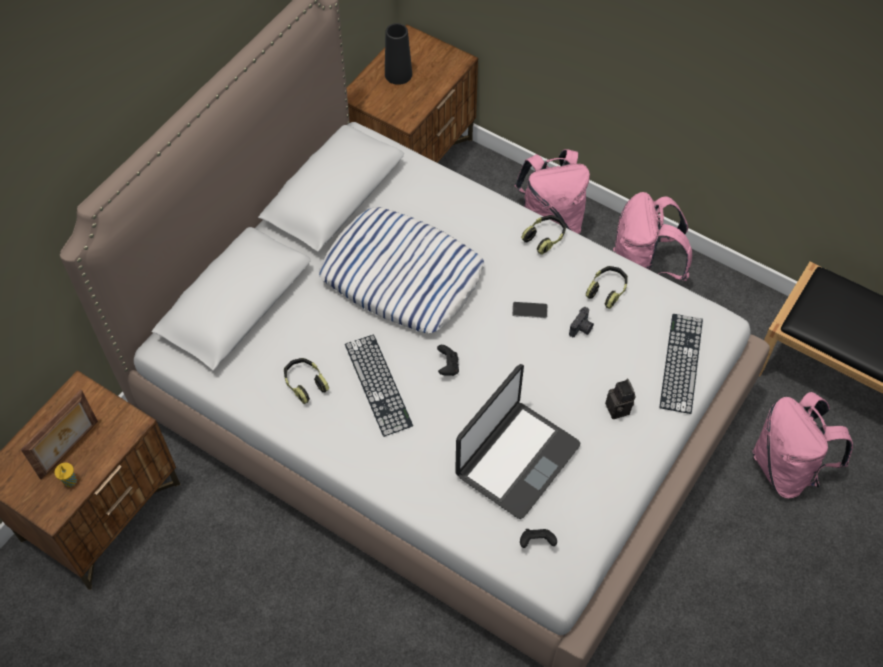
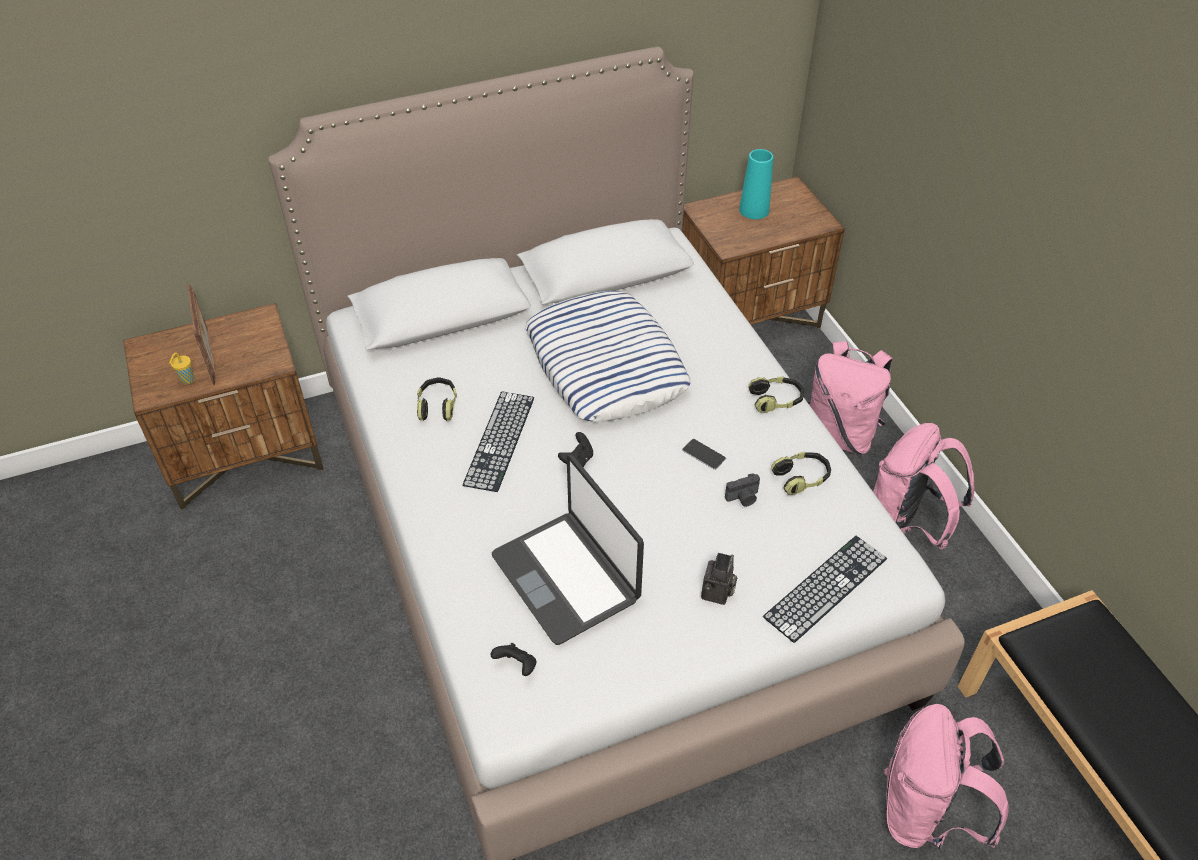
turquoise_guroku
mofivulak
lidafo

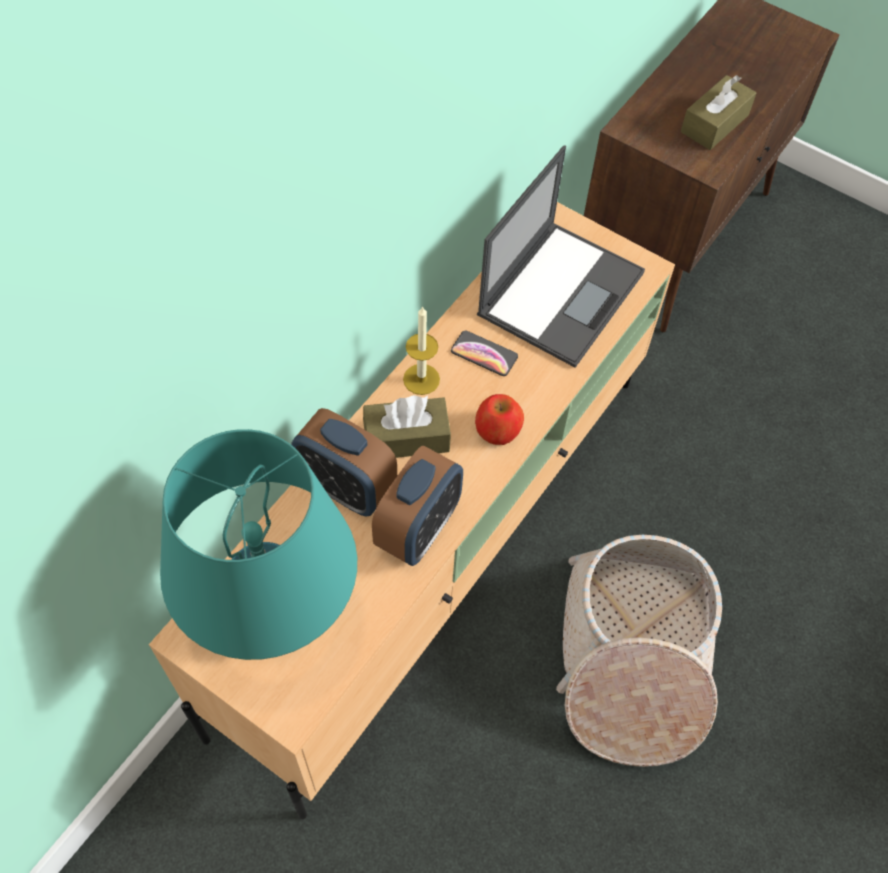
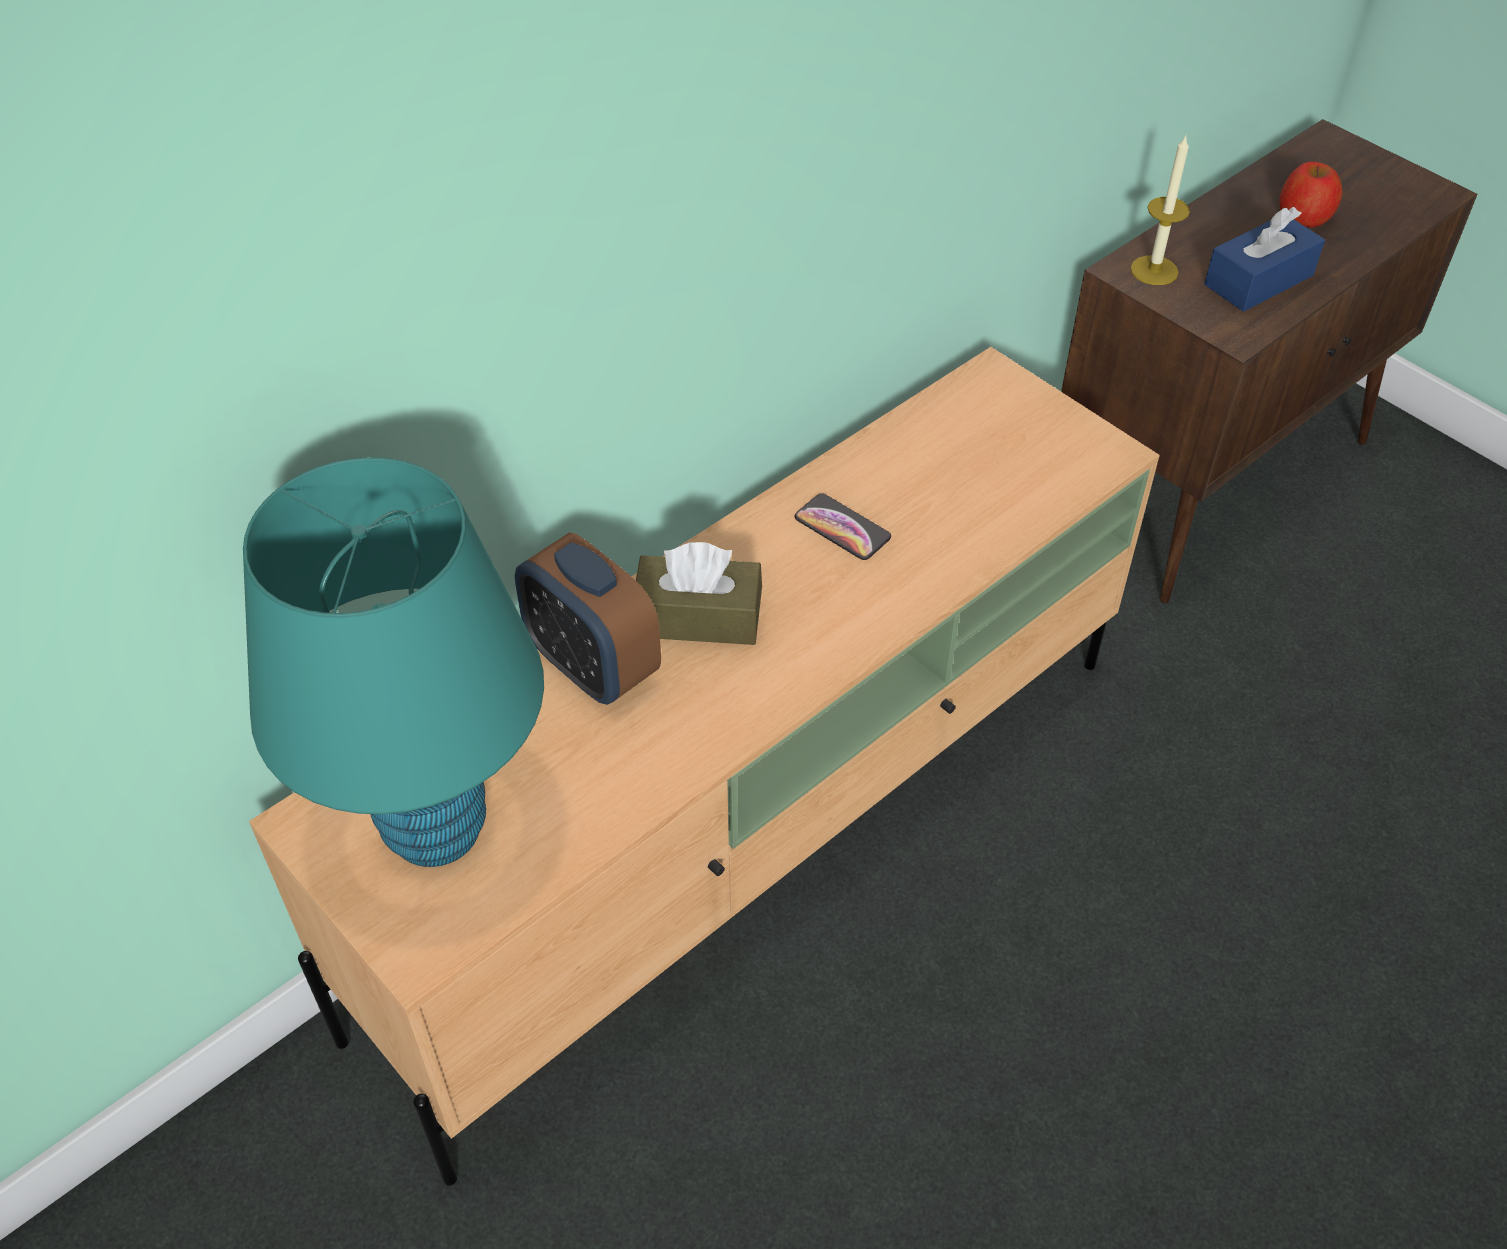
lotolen (2nd from left in the first image)
lidafo
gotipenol
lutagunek
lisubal
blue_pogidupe

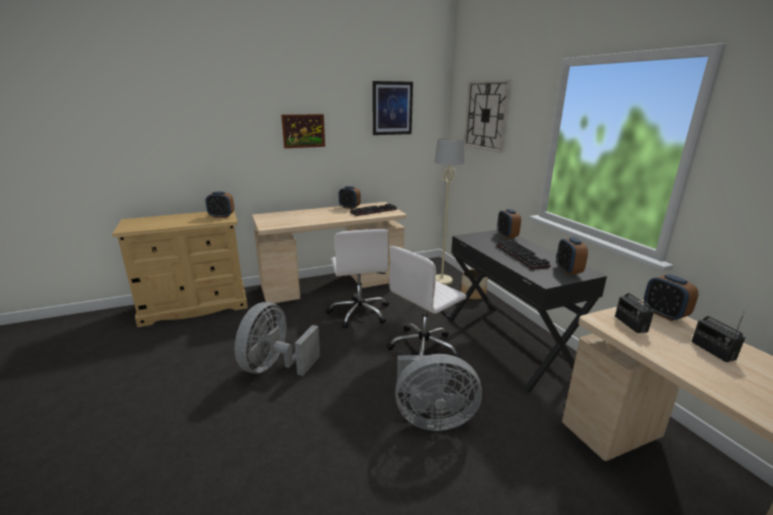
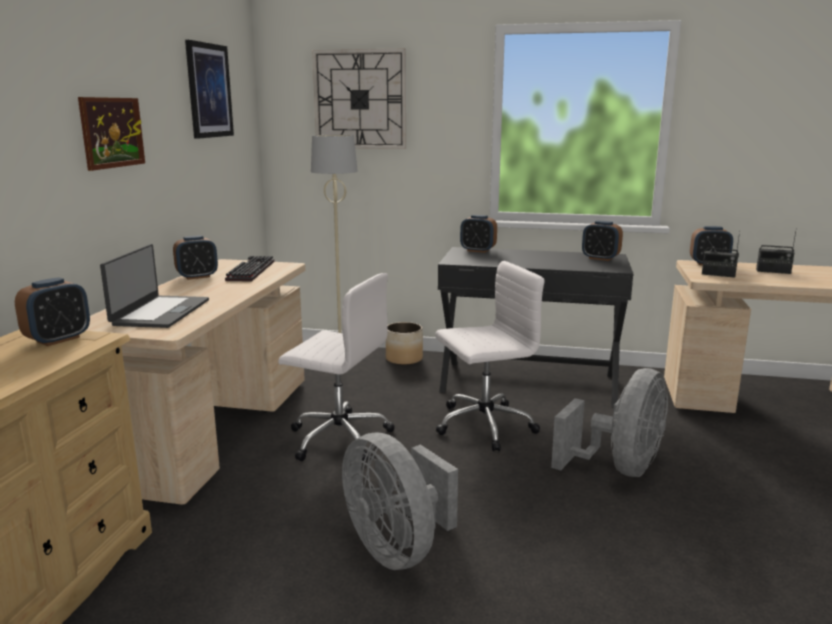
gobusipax (2nd from left in the first image)
lidafo
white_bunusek (2nd from left)

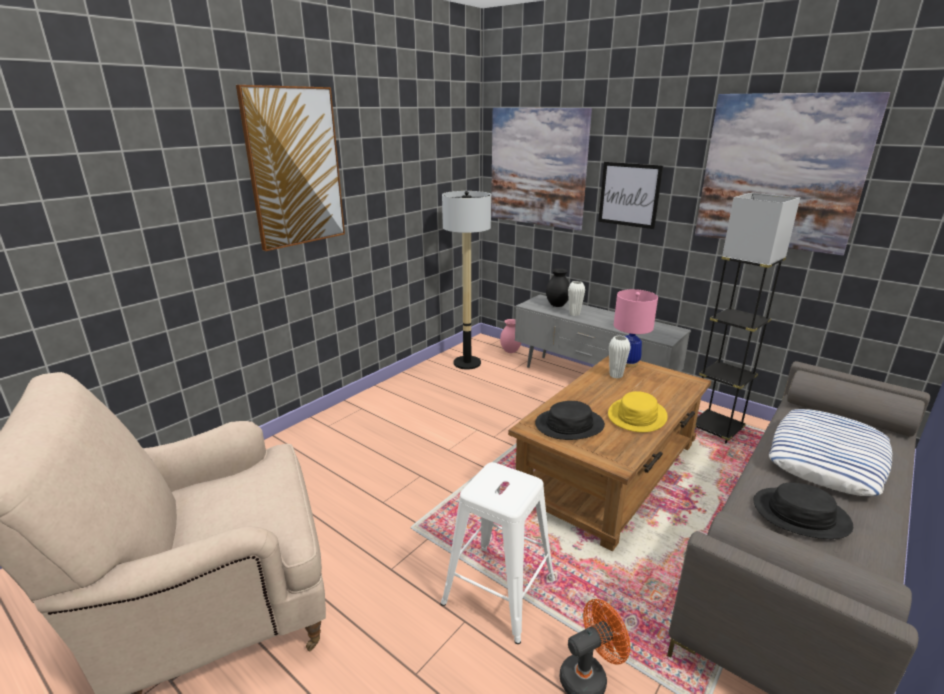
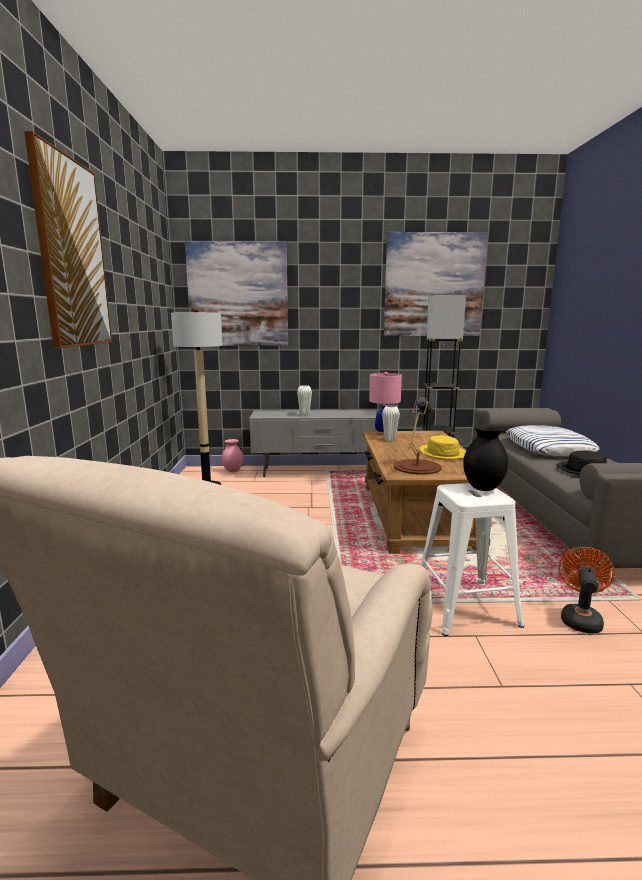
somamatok (3rd from left in the first image)
black_guroku
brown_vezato

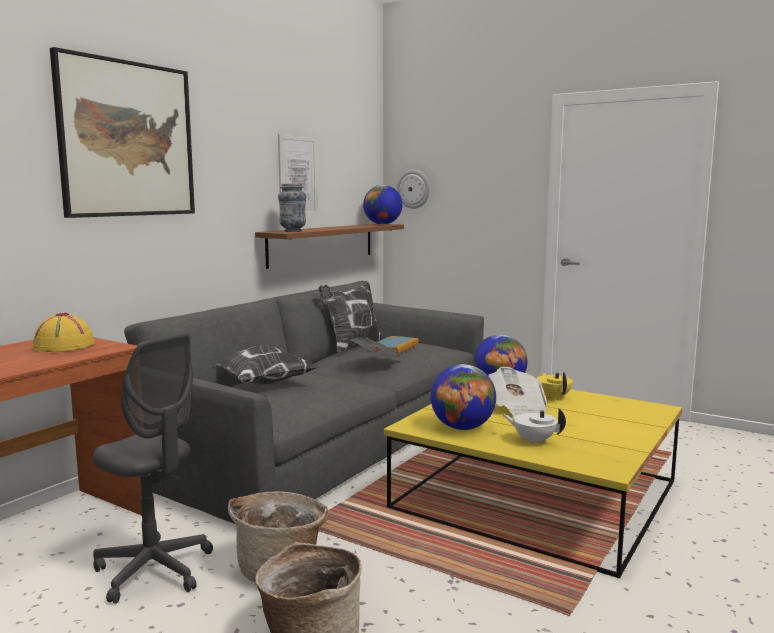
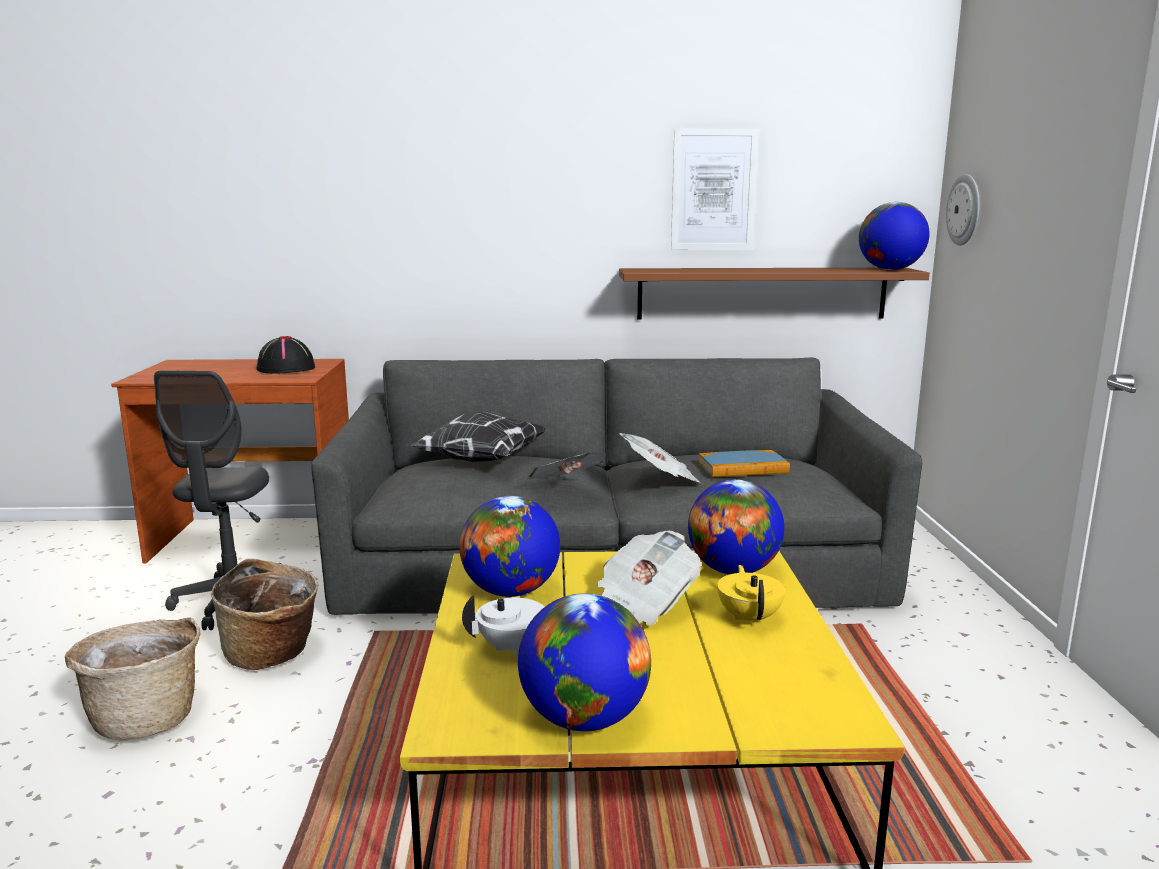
somamatok (1st from left in the first image)
guroku
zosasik (2nd from left in the first image)
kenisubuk (2nd from left)
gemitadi (1st from left)
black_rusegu
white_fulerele
yellow_fulerele

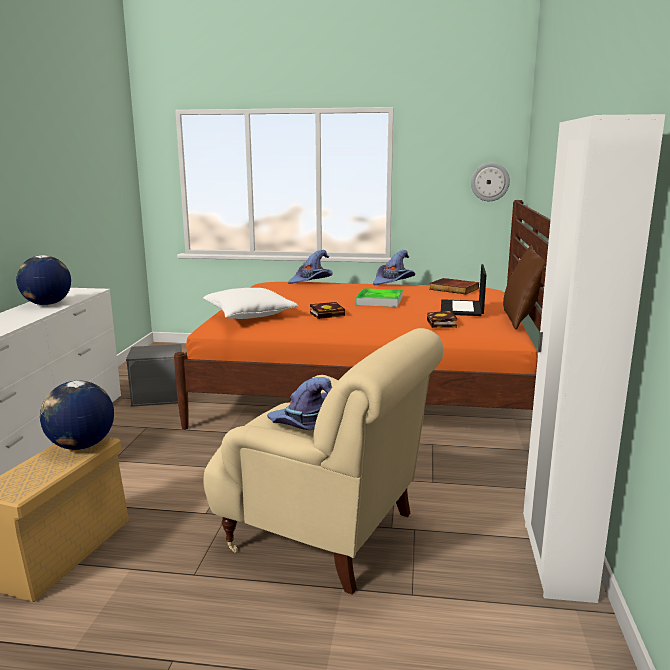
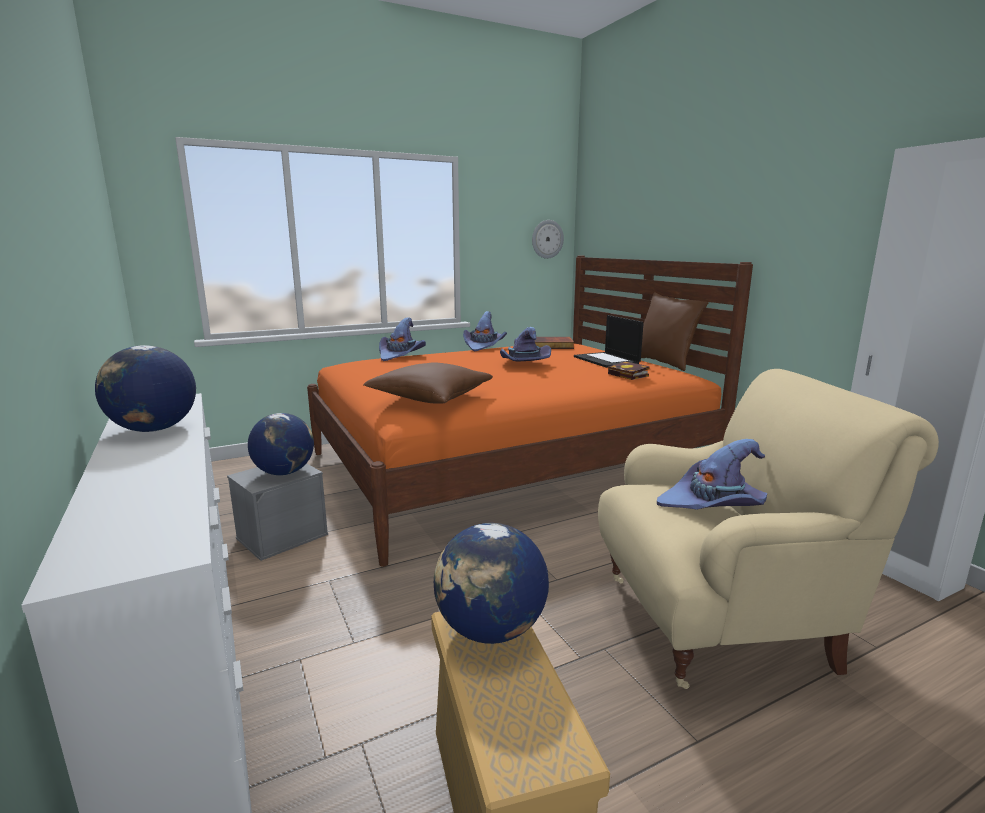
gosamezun (1st from left in the first image)
kenisubuk (2nd from left)
purple_rusegu (3rd from left)
brown_zosasik (1st from left)

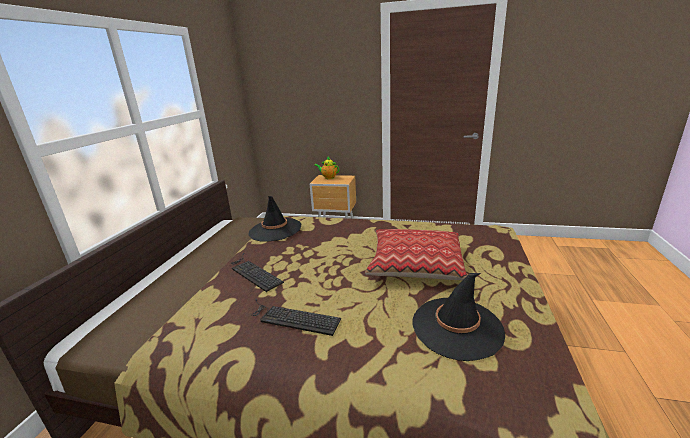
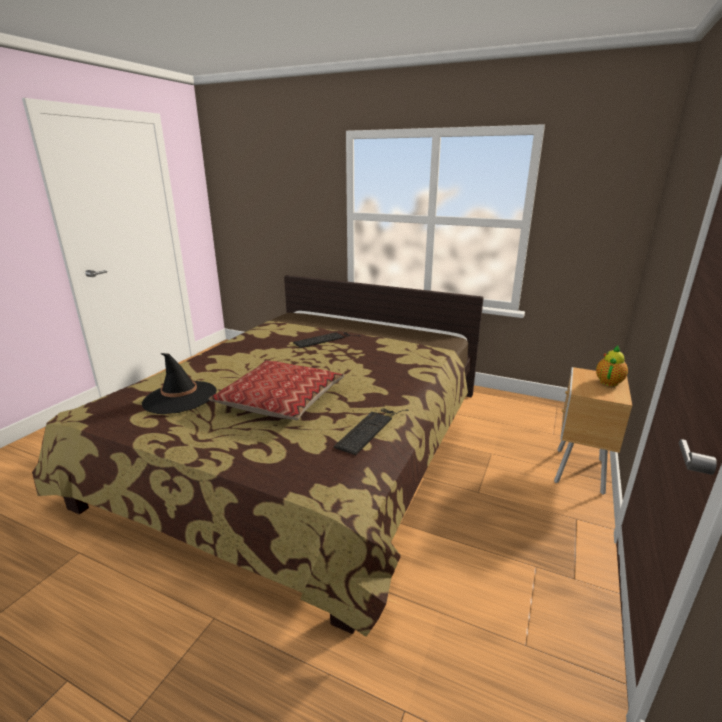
black_rusegu (1st from left in the first image)
gobusipax (2nd from left)

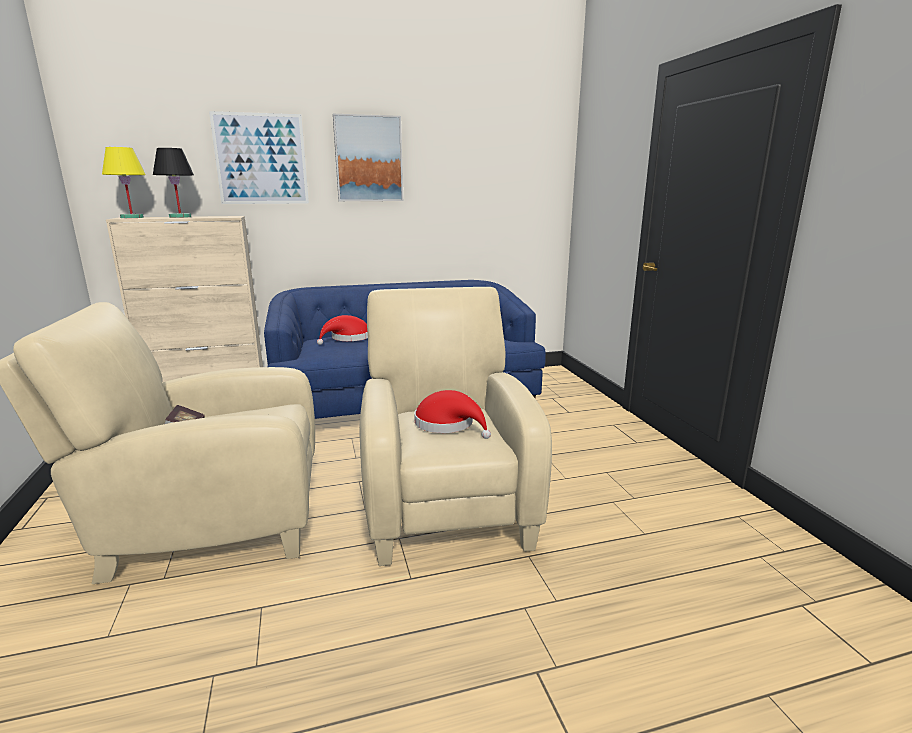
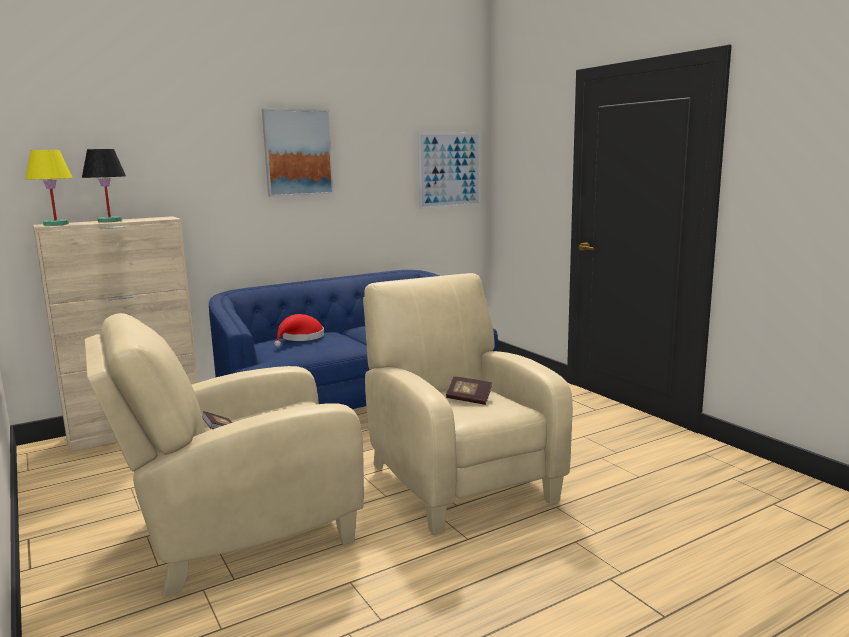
somamatok (2nd from left)
gosamezun (2nd from left)

